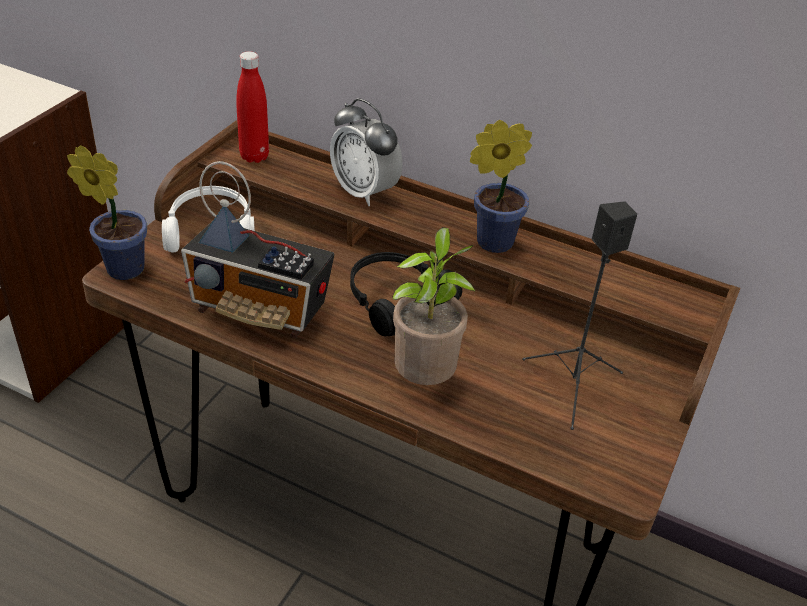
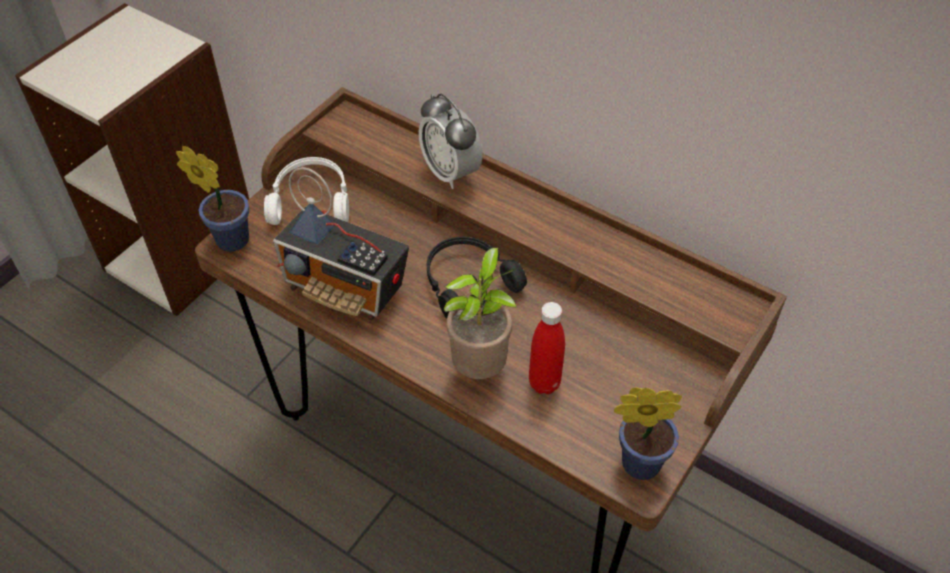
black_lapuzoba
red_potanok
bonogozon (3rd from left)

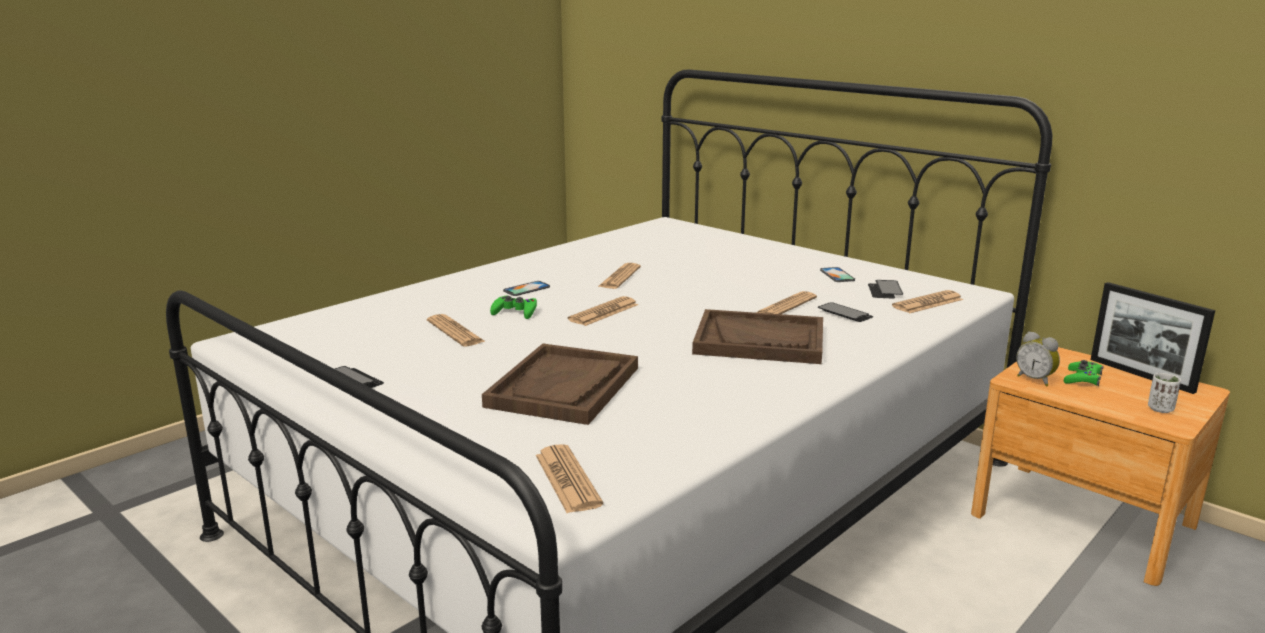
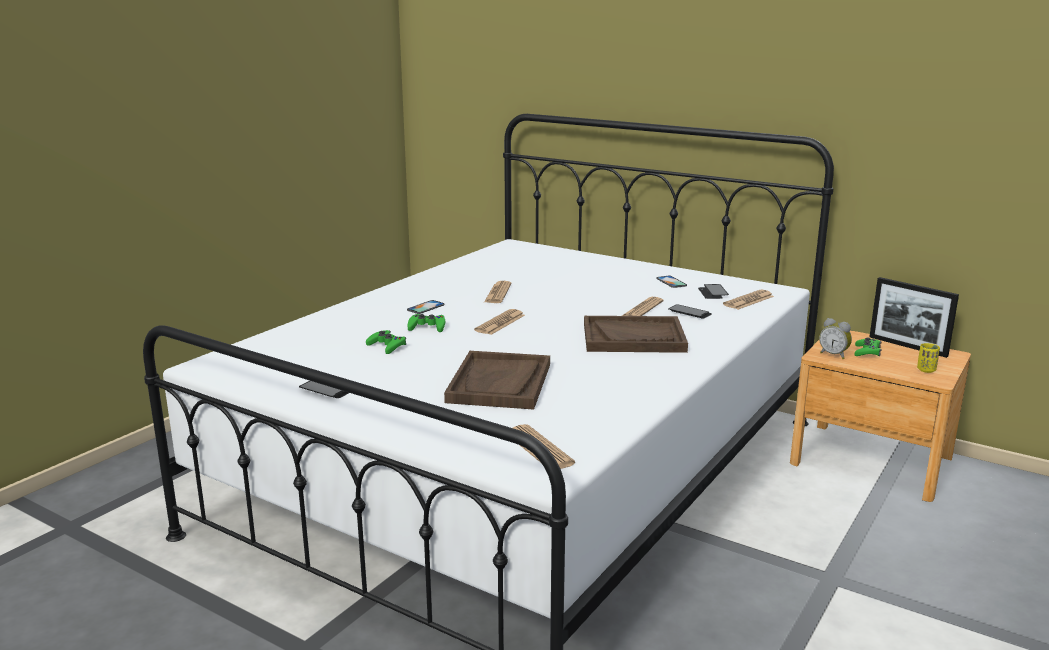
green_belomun (1st from left)
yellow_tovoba

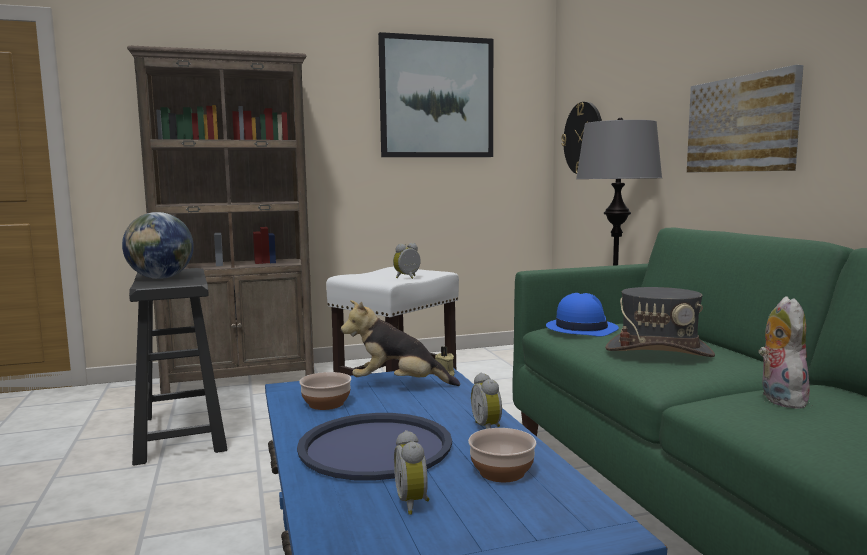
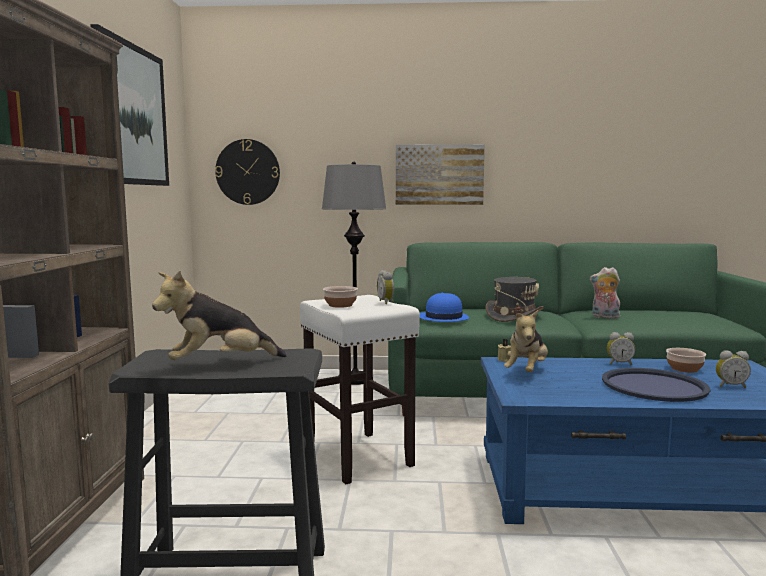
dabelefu (1st from left)
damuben (1st from left)

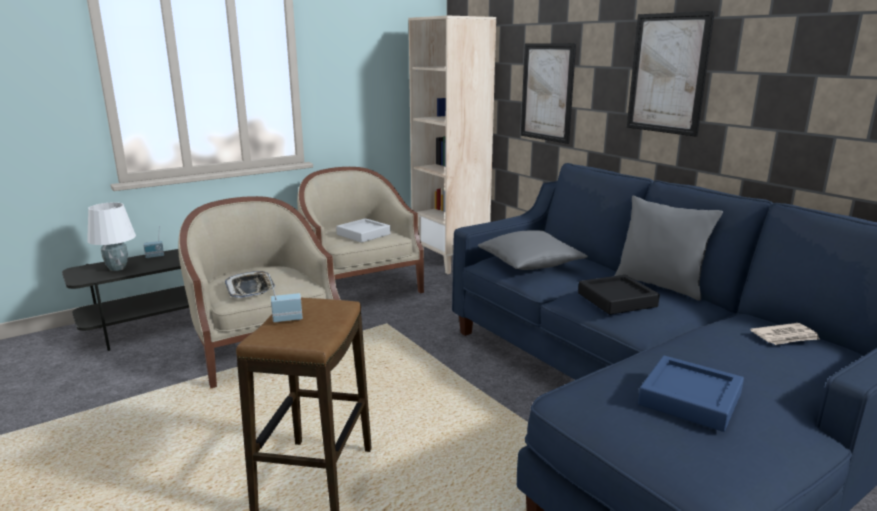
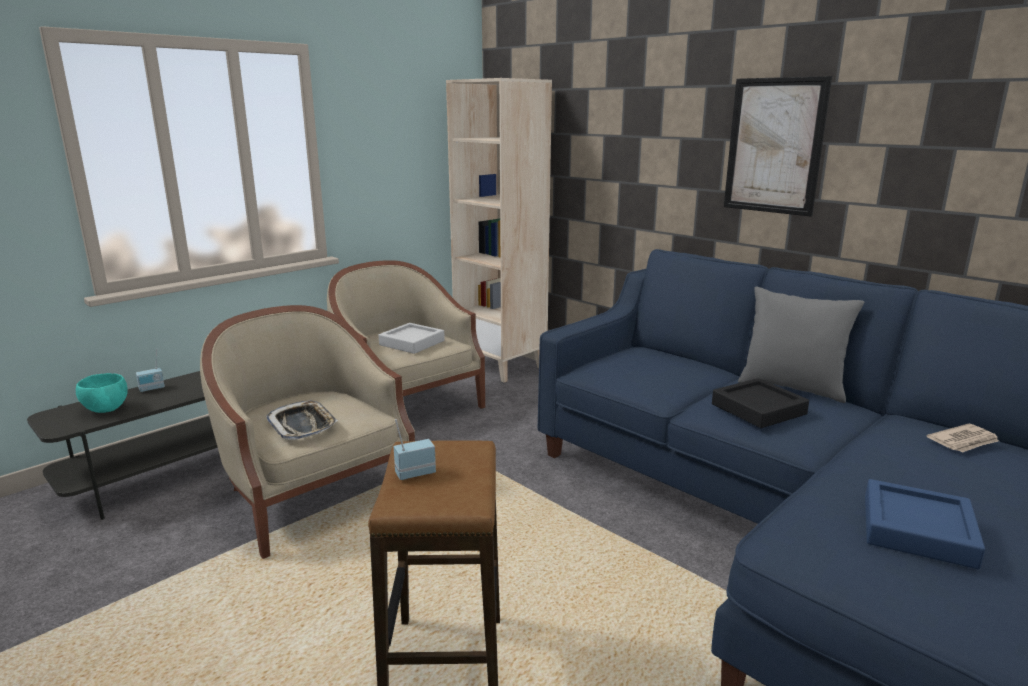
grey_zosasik (1st from left in the first image)
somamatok (1st from left in the first image)
turquoise_dabelefu

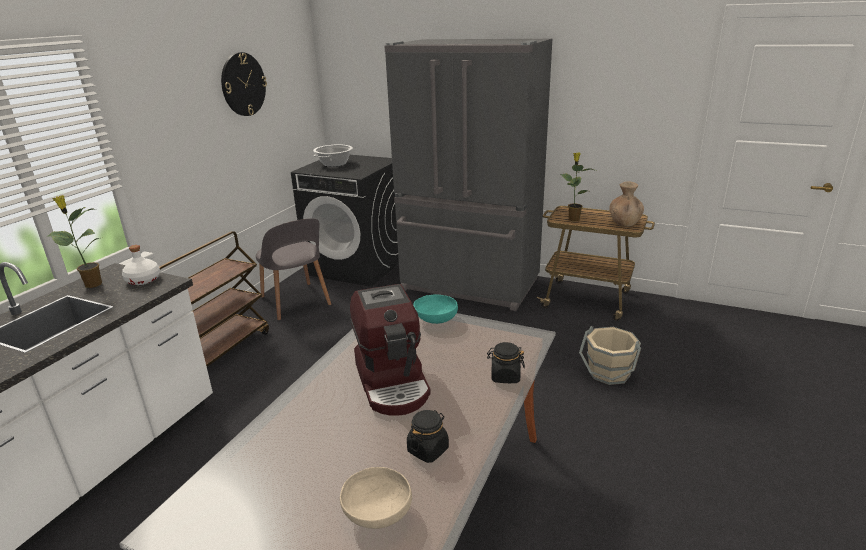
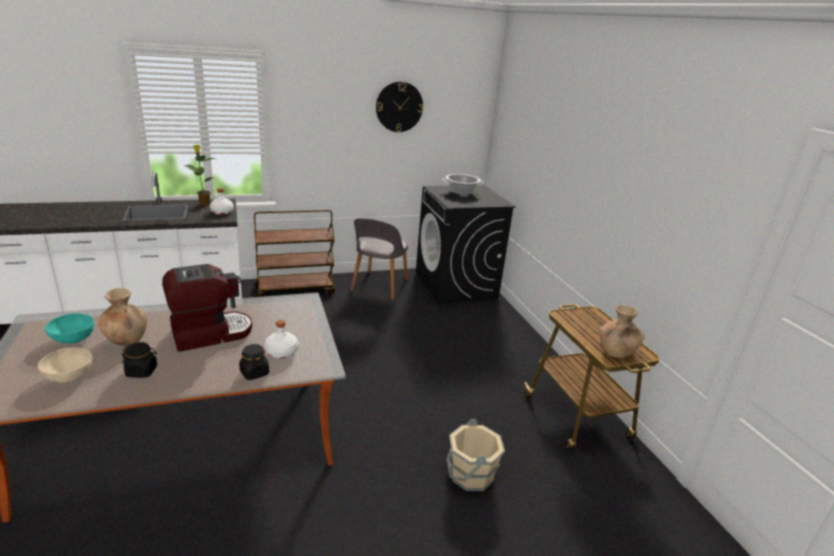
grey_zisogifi
bonogozon (2nd from left in the first image)
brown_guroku (1st from left)
white_potanok (2nd from left)
turquoise_dabelefu
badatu

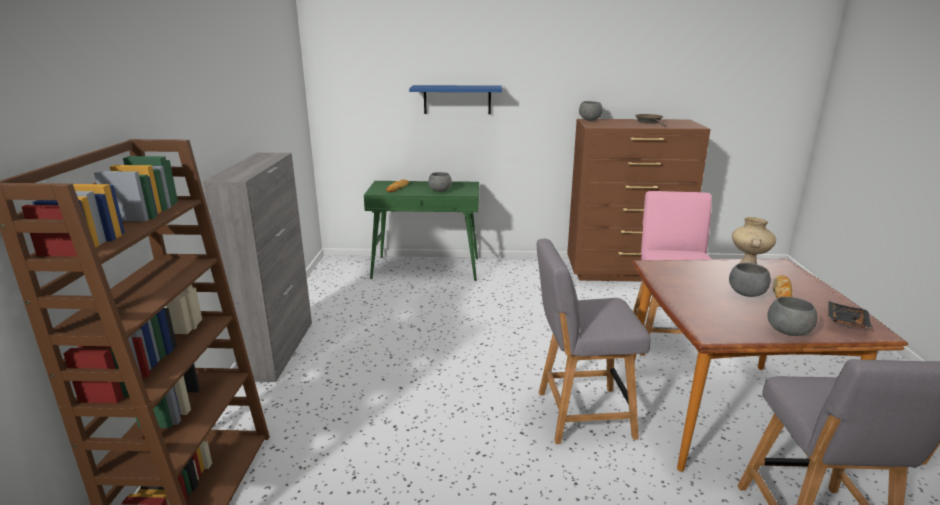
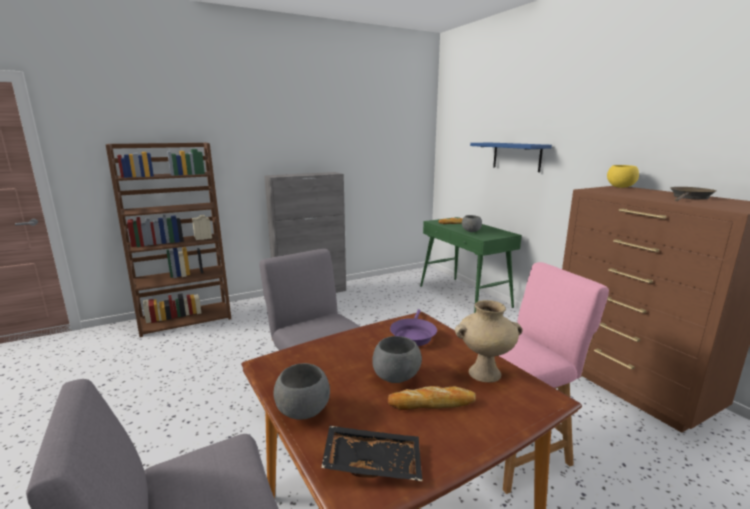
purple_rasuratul
yellow_dabelefu

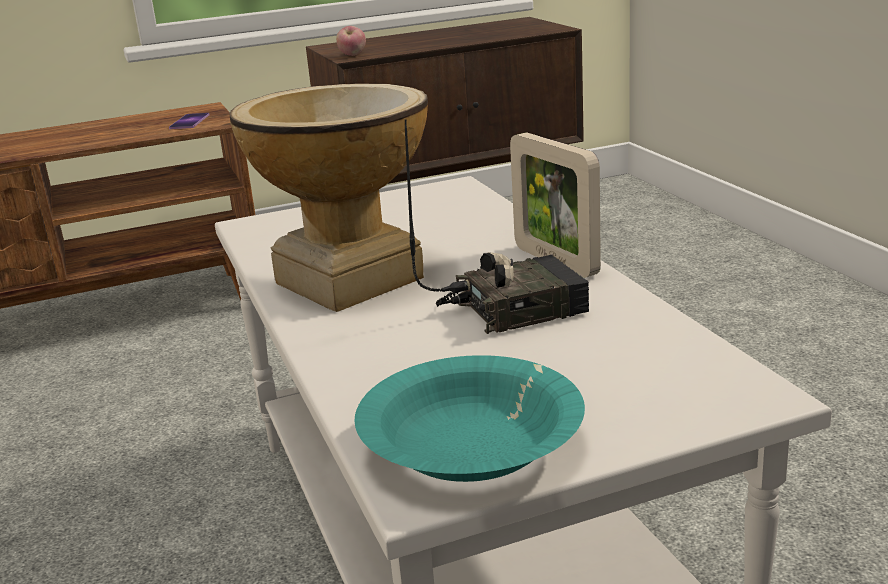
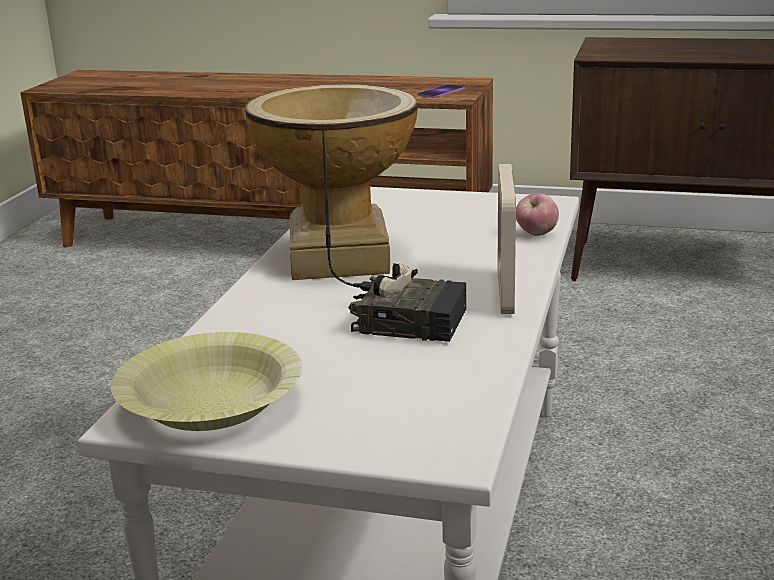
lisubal
yellow_dabelefu

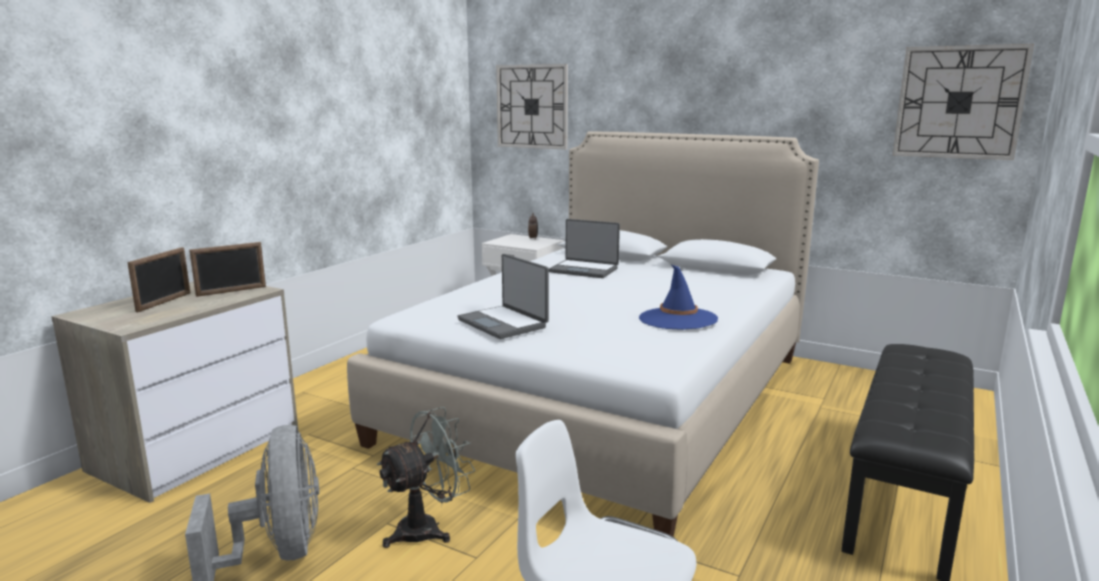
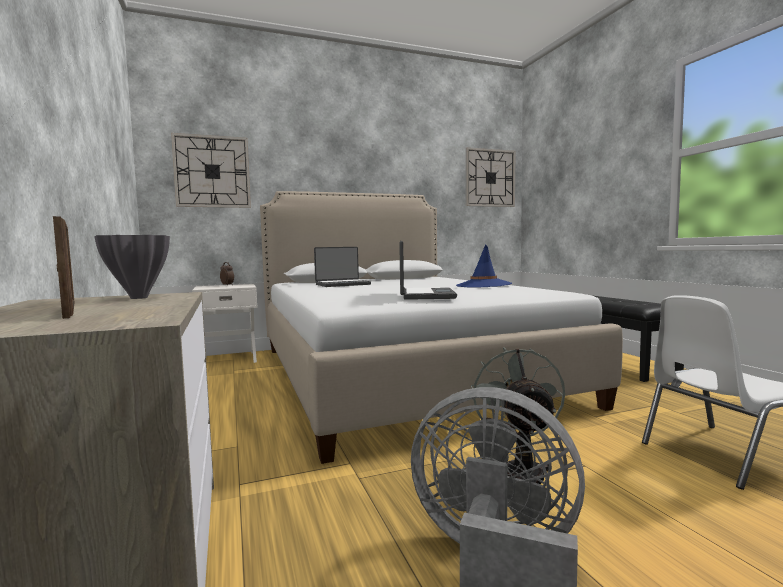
grey_guroku
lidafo (2nd from left)

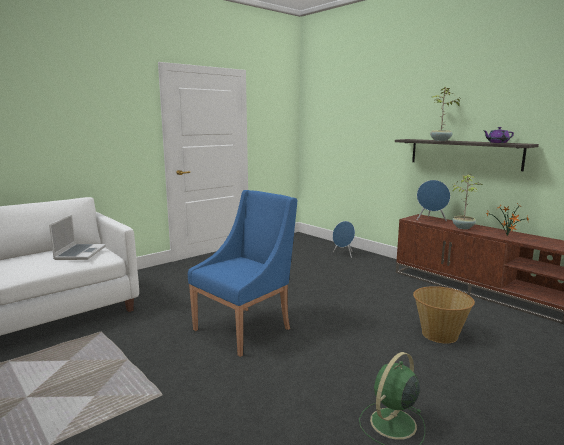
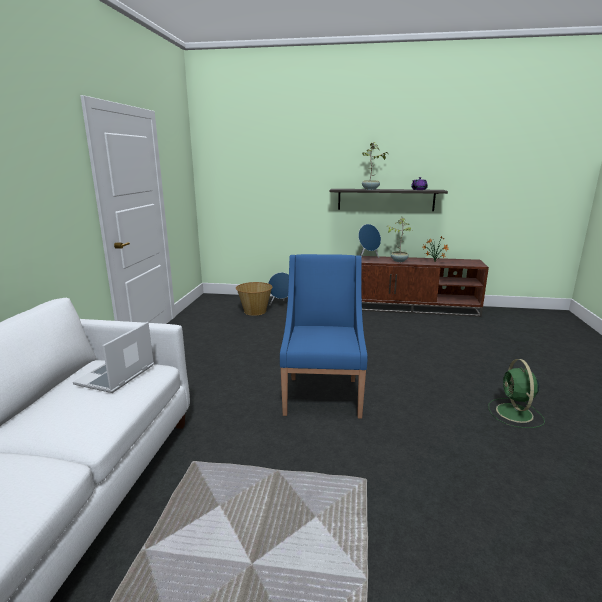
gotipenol
lidafo

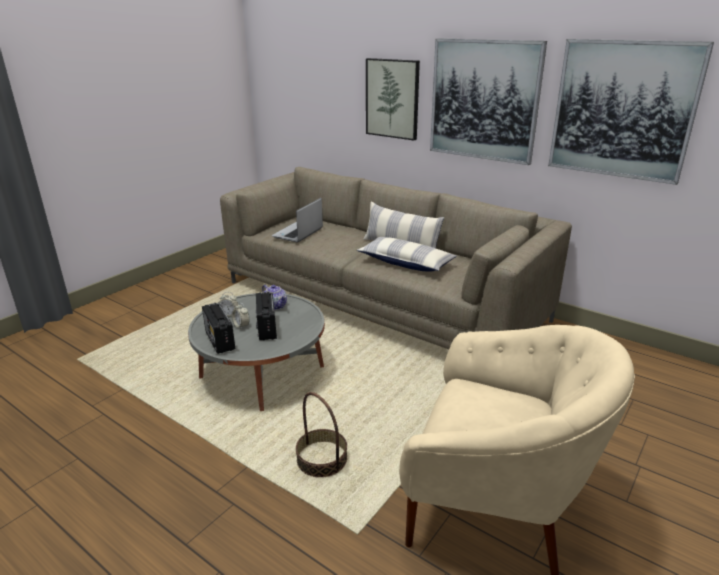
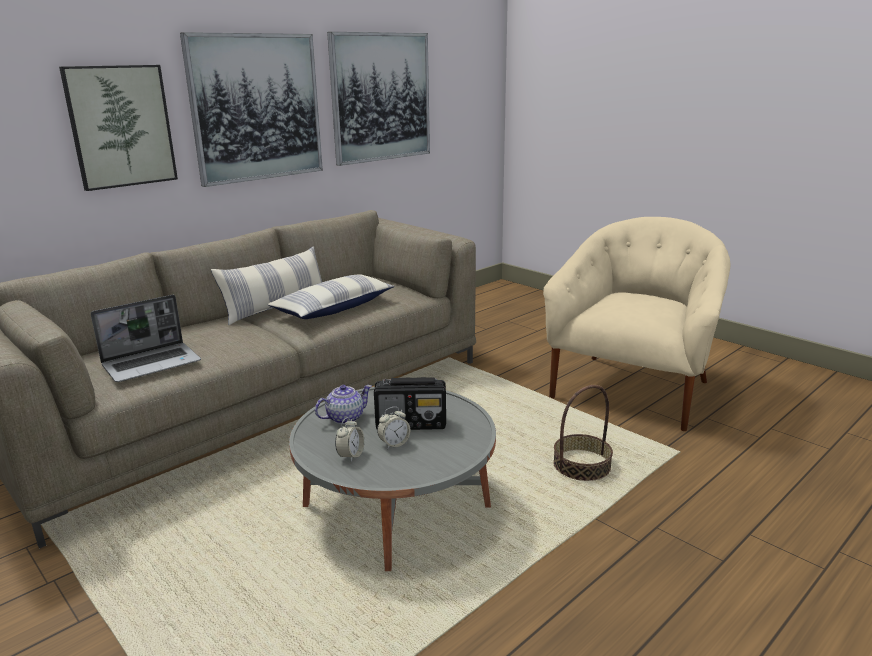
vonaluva (1st from left in the first image)
lidafo

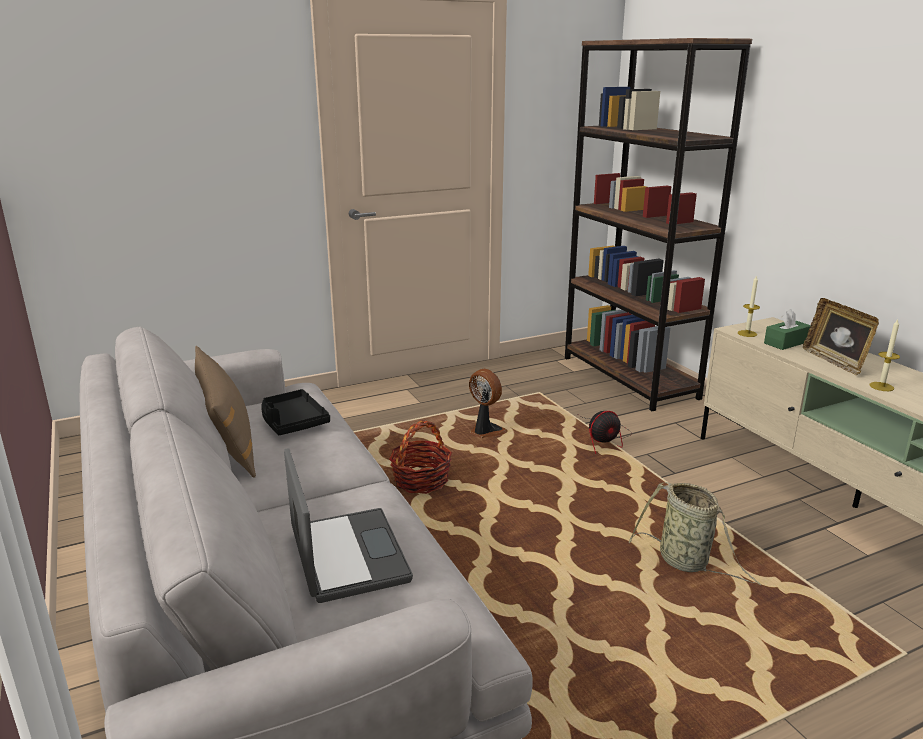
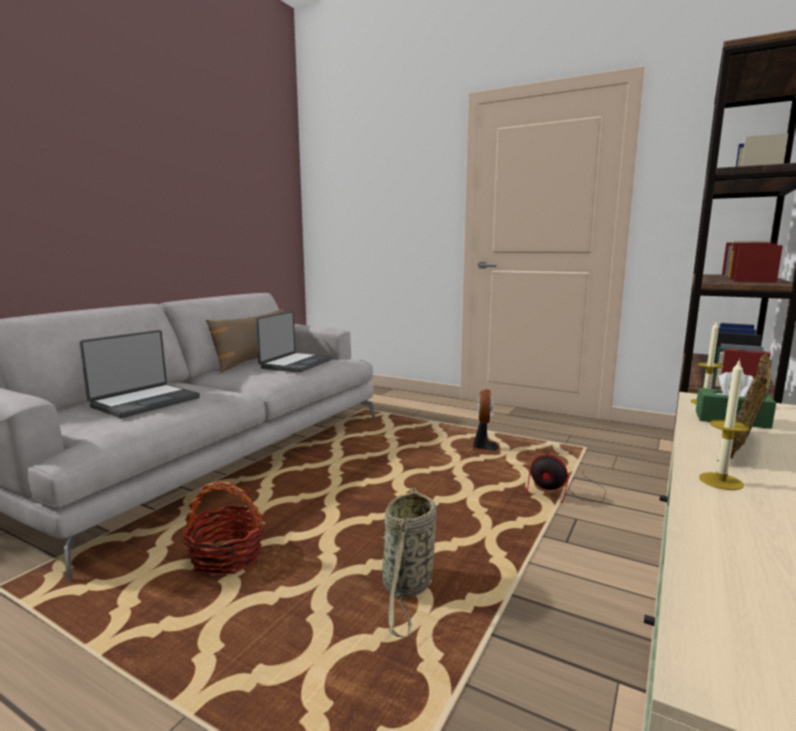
gotipenol (1st from left)
lidafo (2nd from left)

